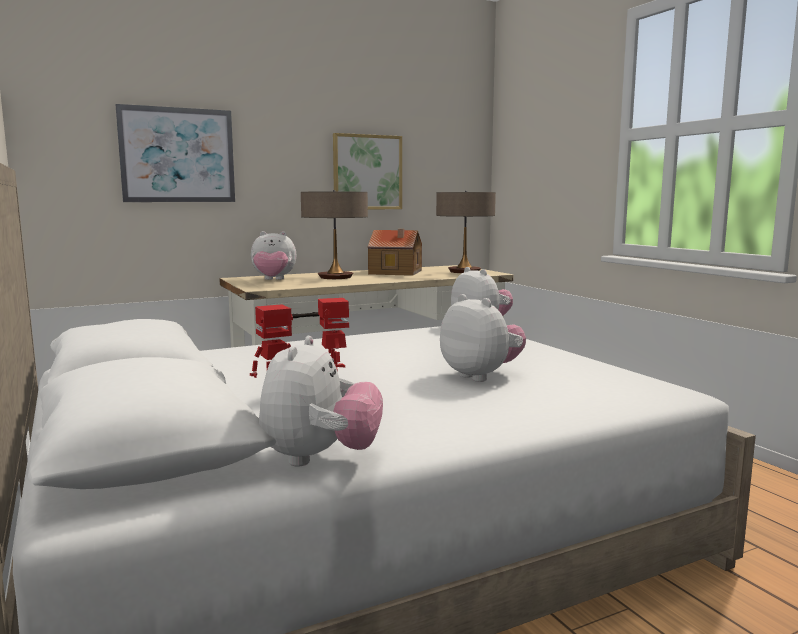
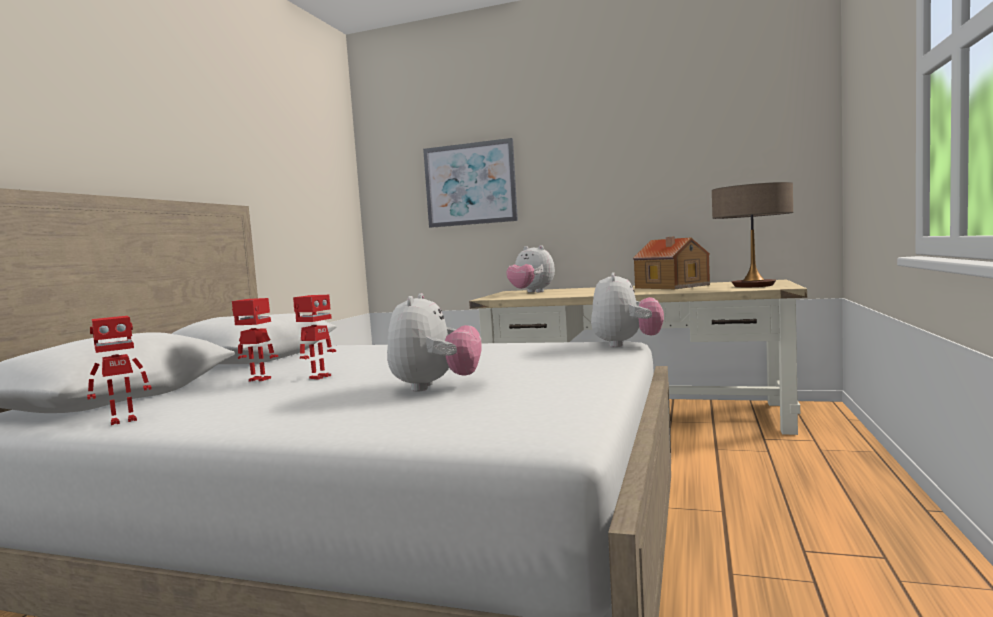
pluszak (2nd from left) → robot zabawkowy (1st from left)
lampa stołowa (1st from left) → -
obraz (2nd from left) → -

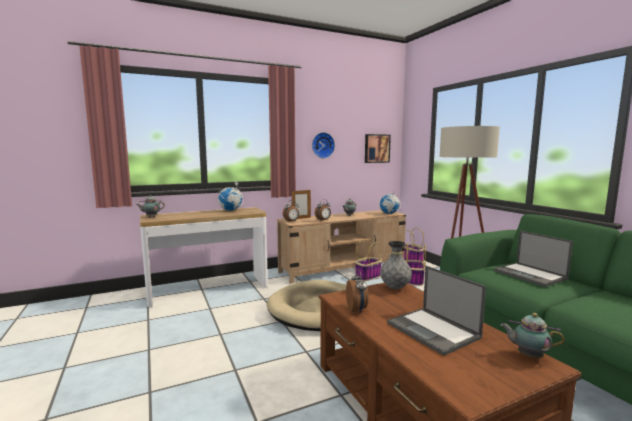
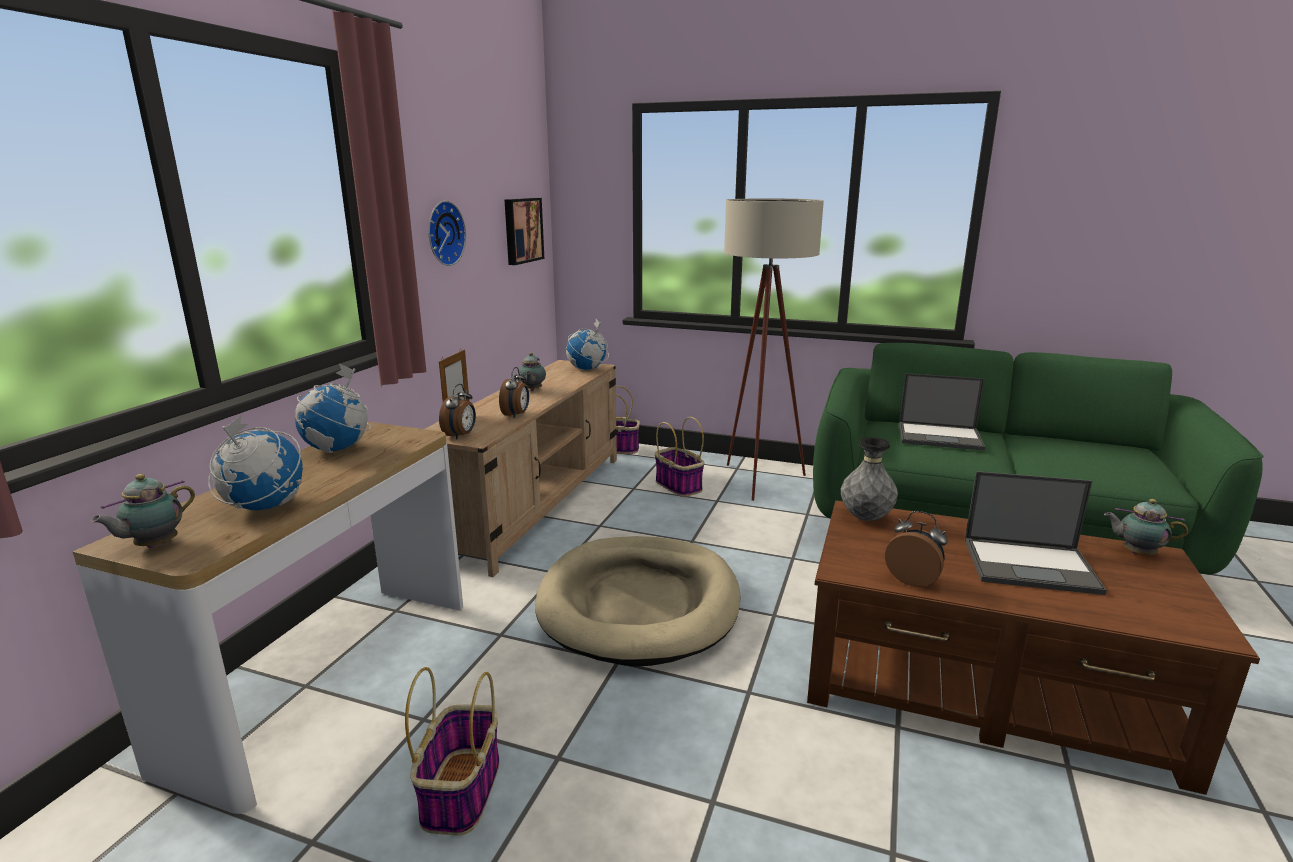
- → globus (1st from left)
koszyk (1st from left), moved
imbryk (3rd from left), 45 degrees clockwise

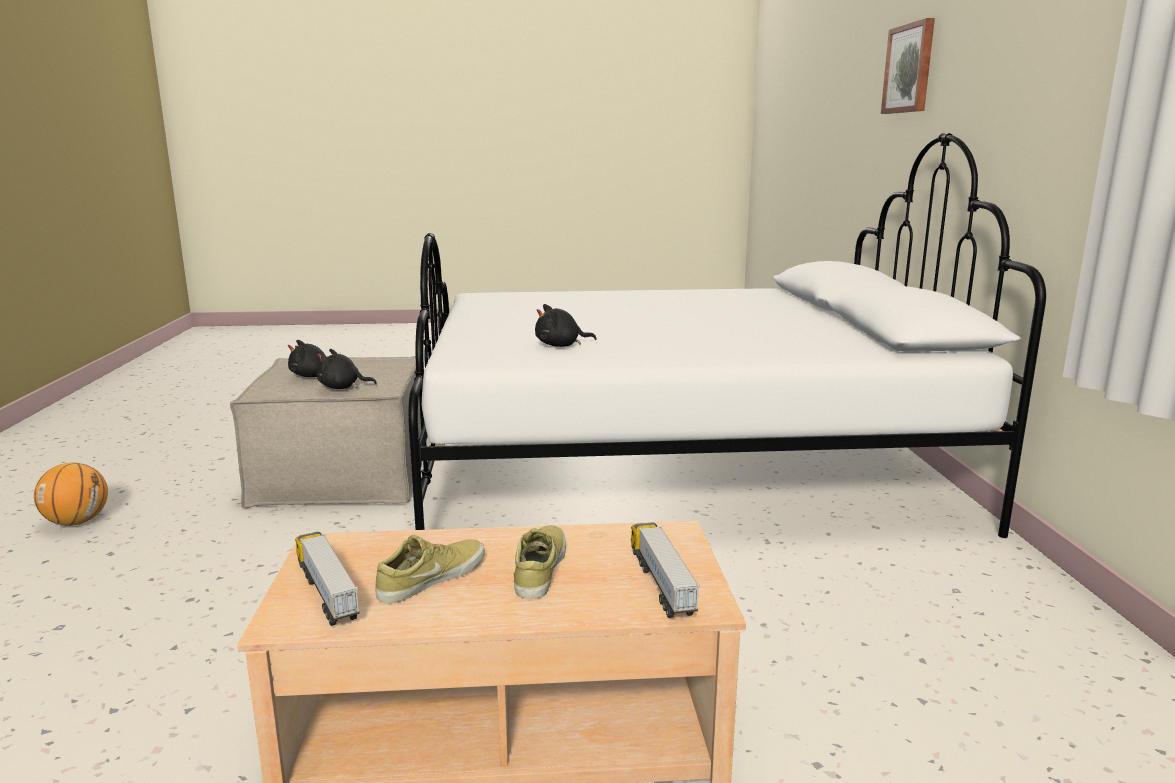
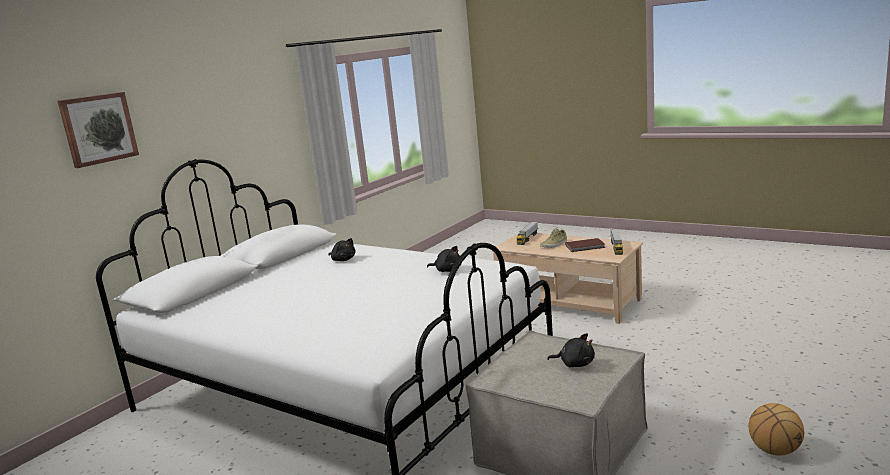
pluszak (czarny) (2nd from left in the first image) → pluszak (czarny) (1st from left), moved
but (beżowy) (1st from left) → książka (brązowy)

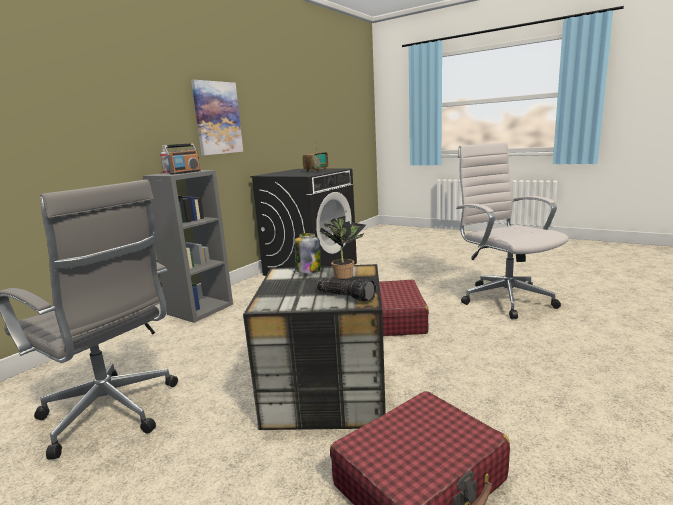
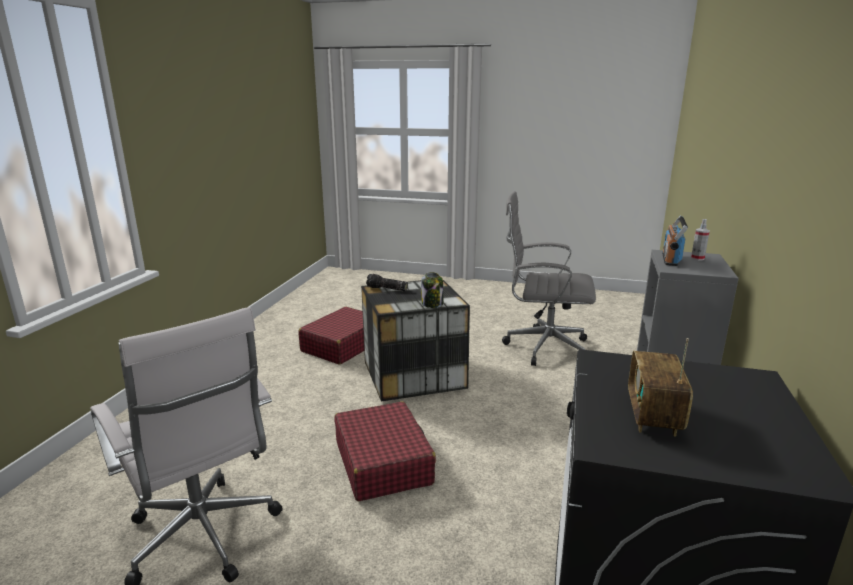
obraz → -
roślina doniczkowa → -

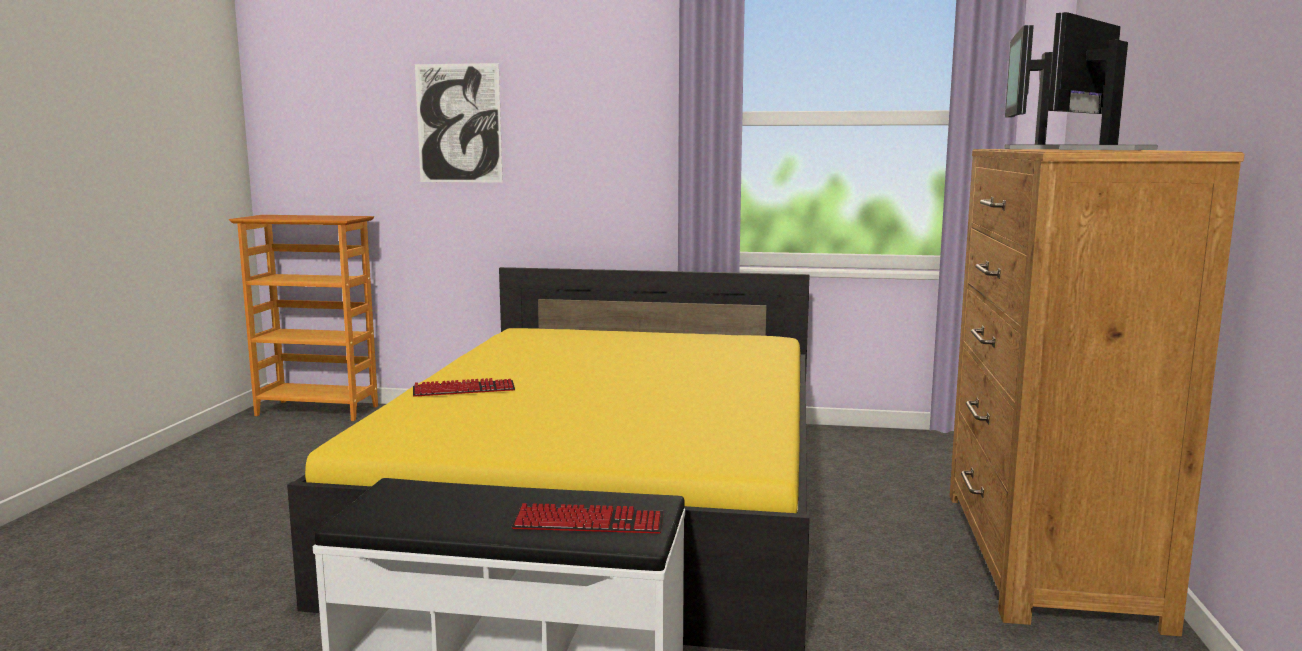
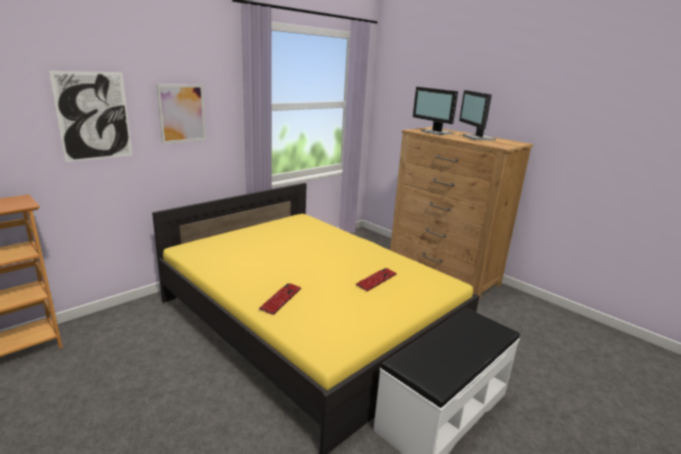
- → obraz (2nd from left)
klawiatura (2nd from left), moved

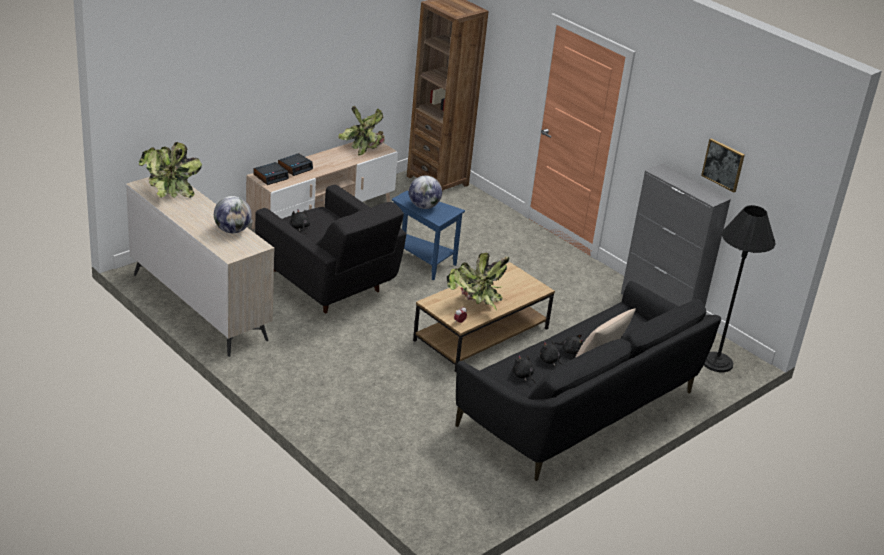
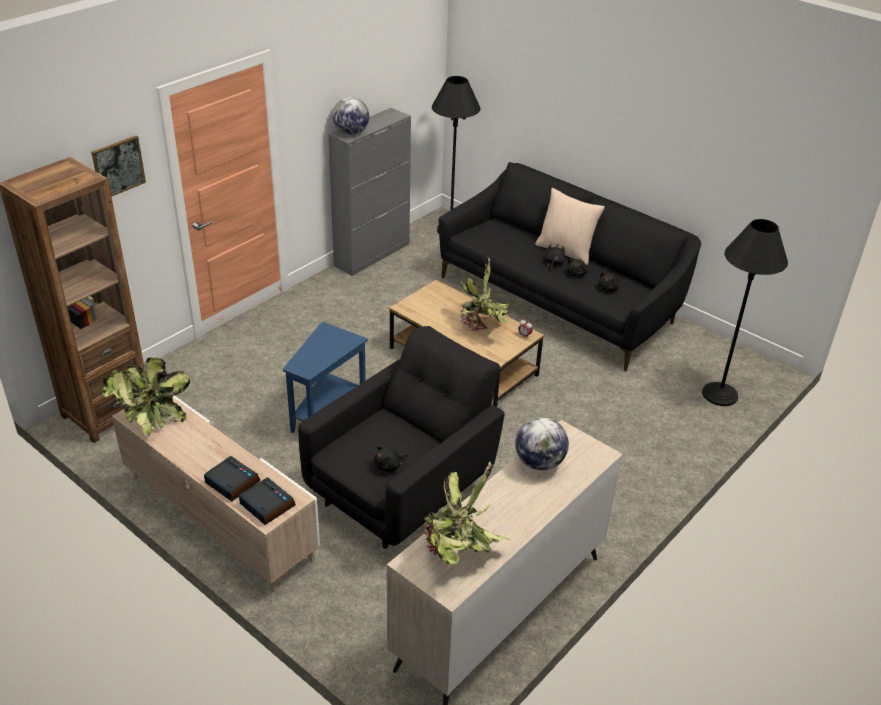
obraz, moved
globus (2nd from left in the first image) → globus (1st from left), moved
- → lampa stojąca (czarny) (2nd from left)

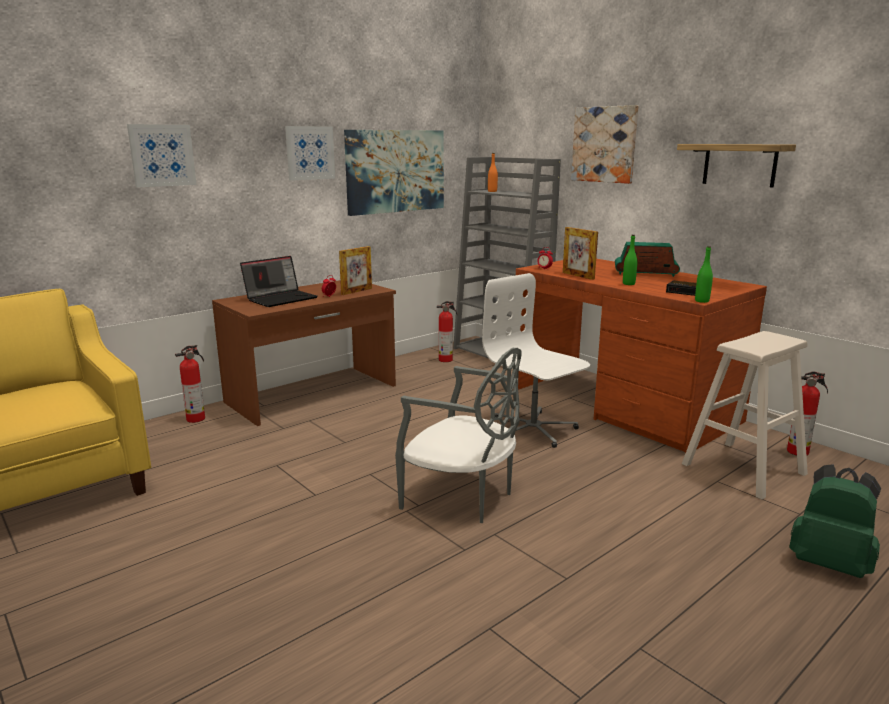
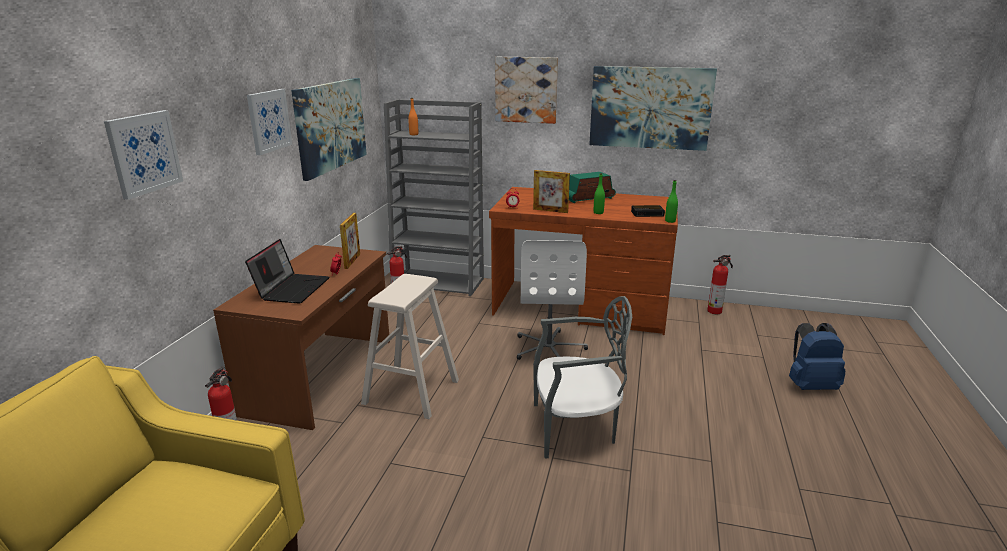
stołek (beżowy), moved
krzesło biurowe (biały), 105 degrees counterclockwise
półka → obraz (5th from left)
plecak (zielony) → plecak (niebieski)

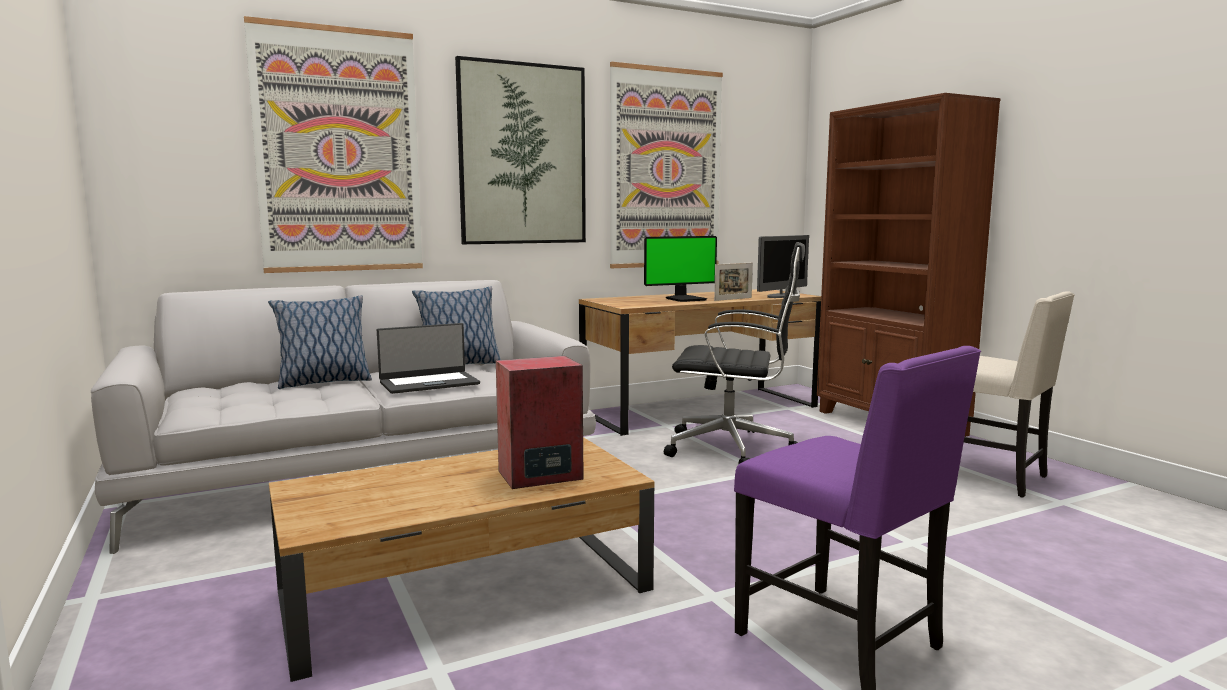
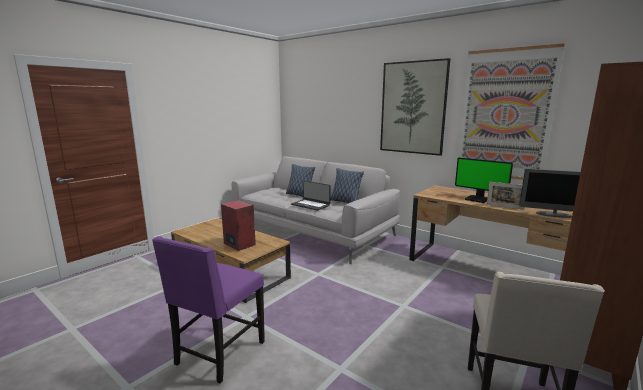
obraz (1st from left) → -
krzesło biurowe (czarny) → -

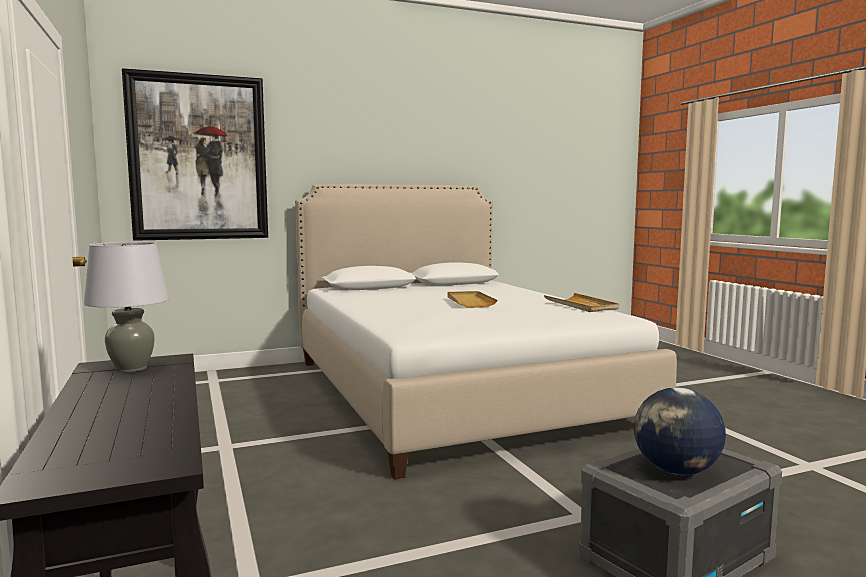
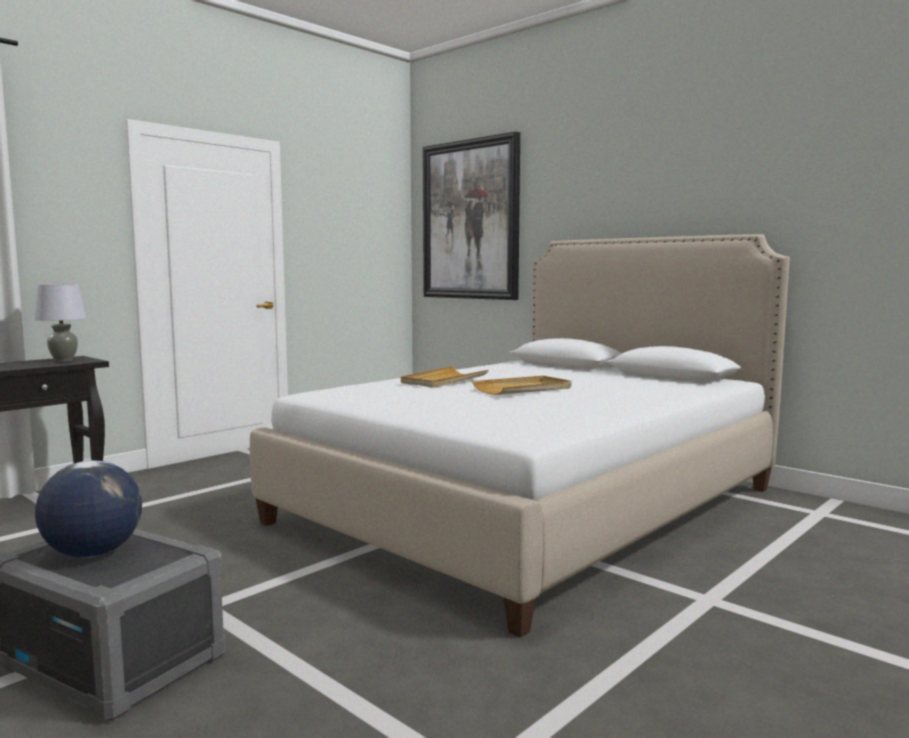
taca (beżowy) (2nd from left in the first image) → taca (beżowy) (1st from left), moved

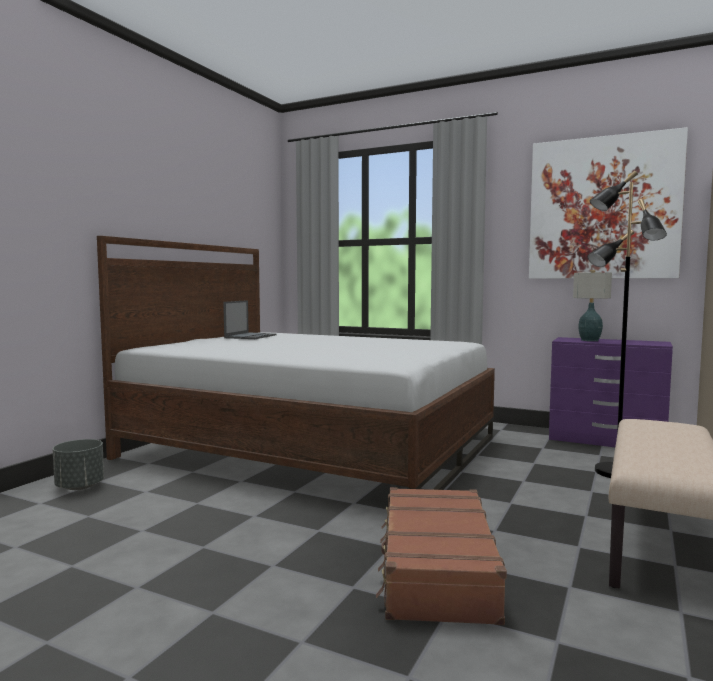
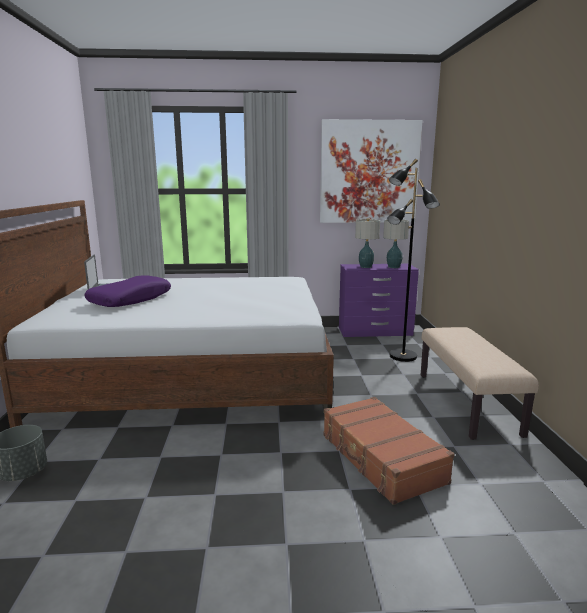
- → poduszka (fioletowy)
- → lampa stołowa (2nd from left)

